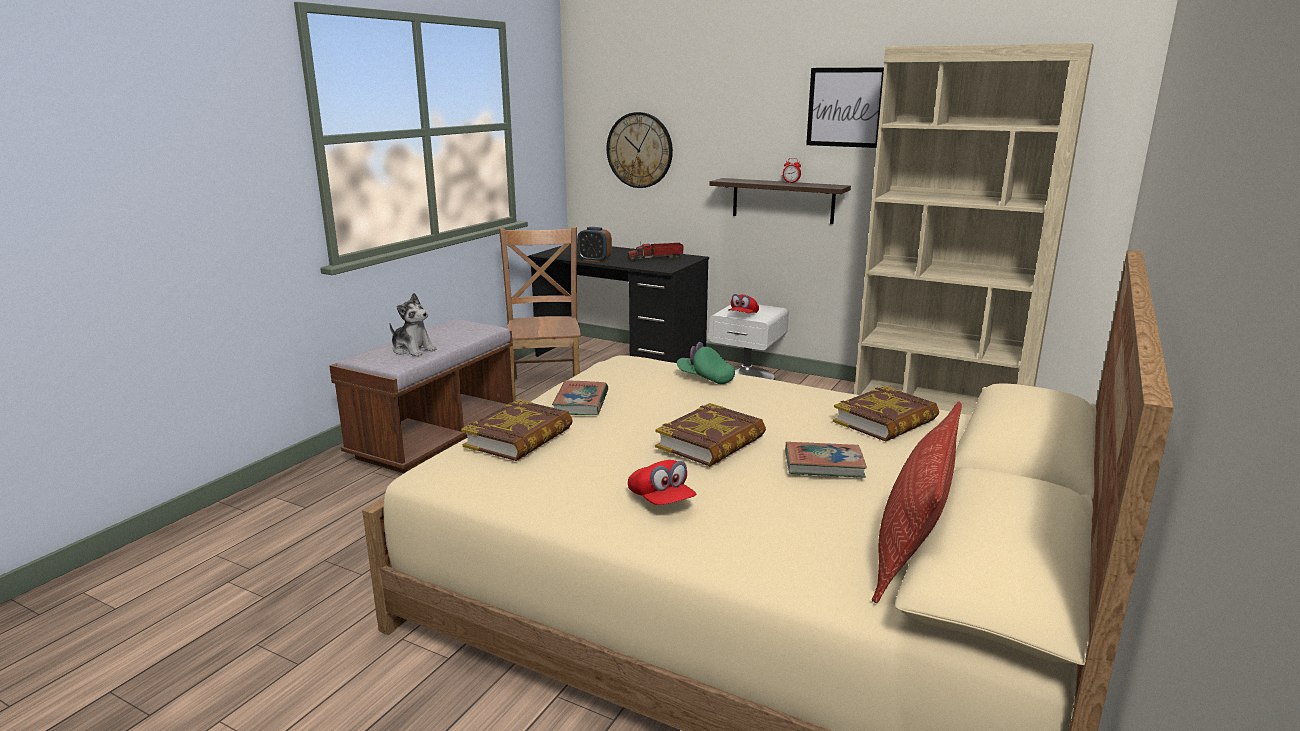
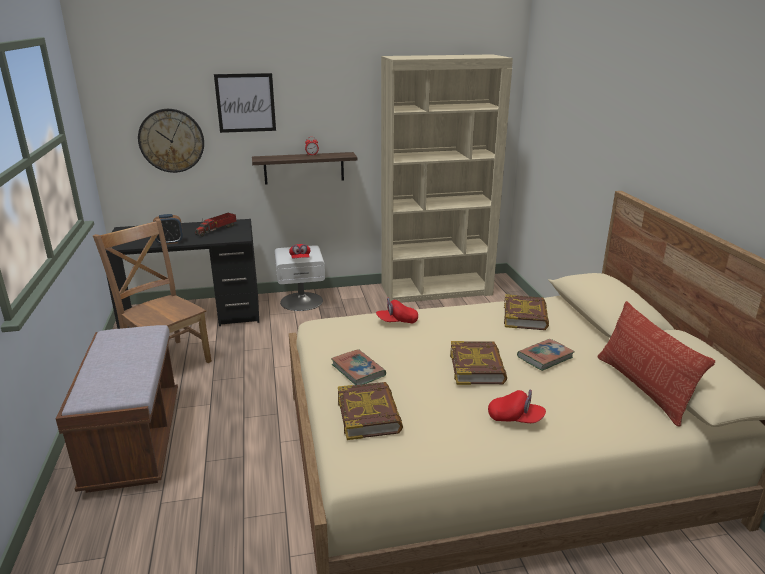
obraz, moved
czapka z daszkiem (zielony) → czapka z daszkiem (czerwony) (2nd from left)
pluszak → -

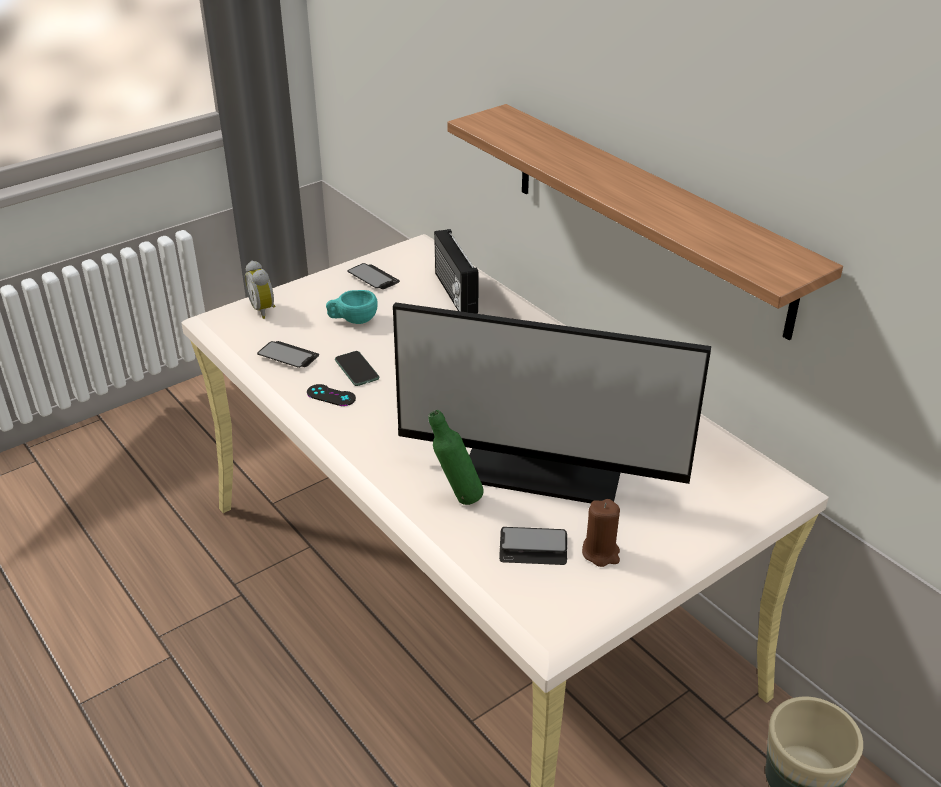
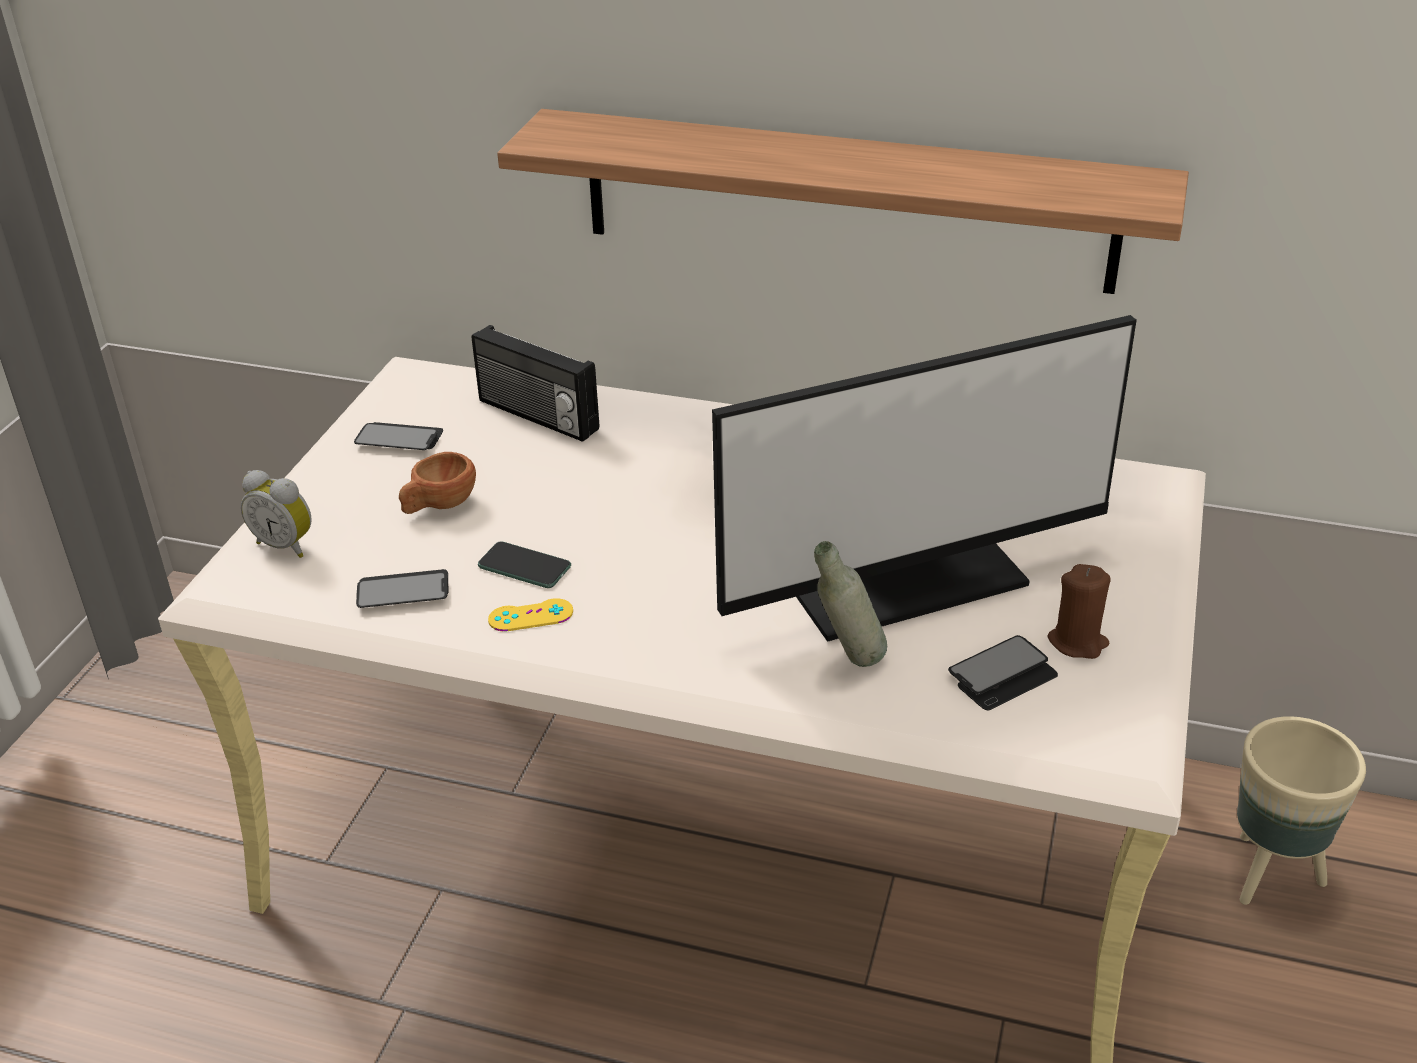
filiżanka (turkusowy) → filiżanka (brązowy)
pad do gier (czarny) → pad do gier (żółty)
butelka (zielony) → butelka (szary)

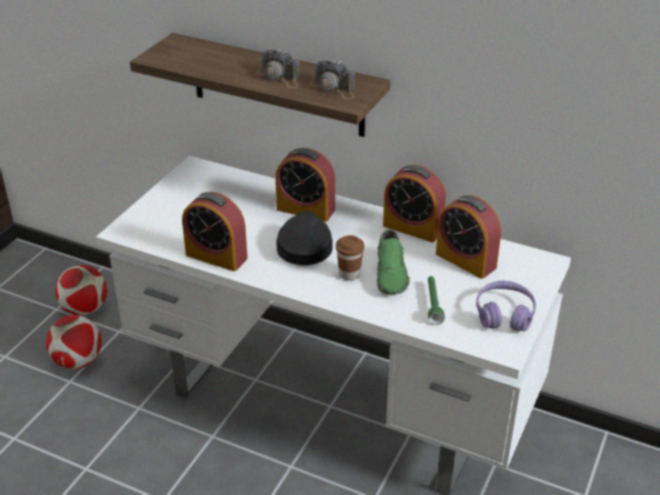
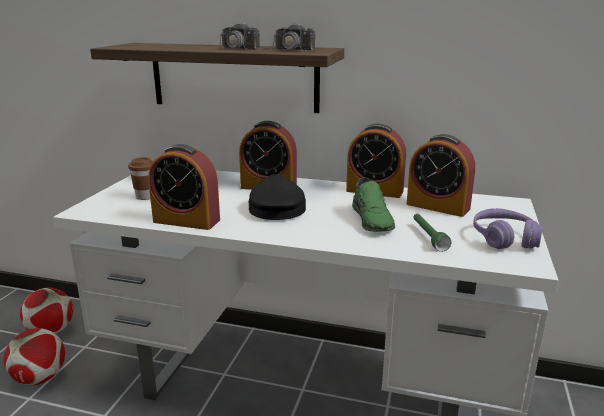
filiżanka (brązowy), moved

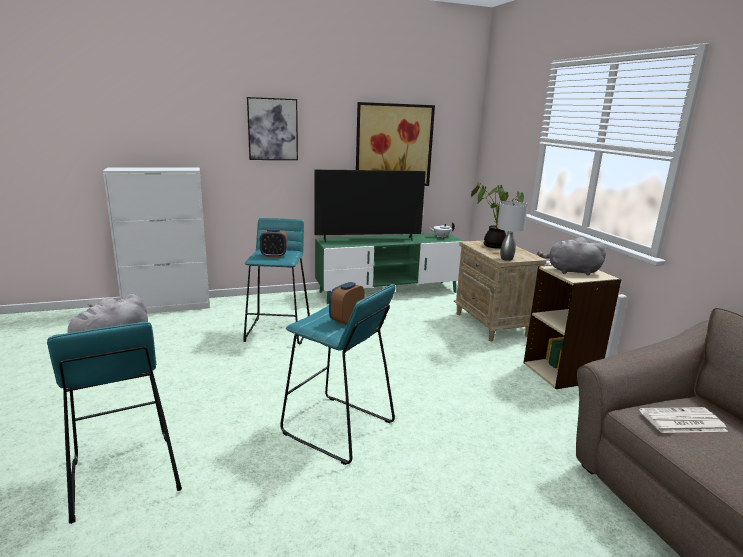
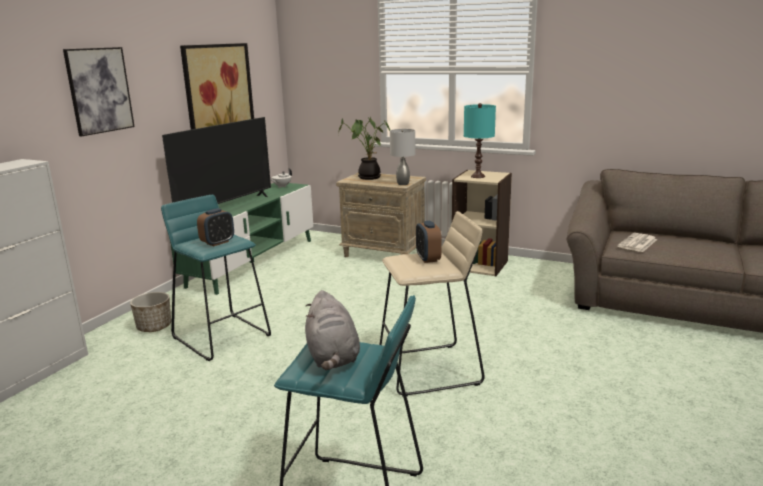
- → donica
stołek (turkusowy) (3rd from left) → stołek (beżowy)
pluszak (szary) (2nd from left) → lampa stołowa (turkusowy)

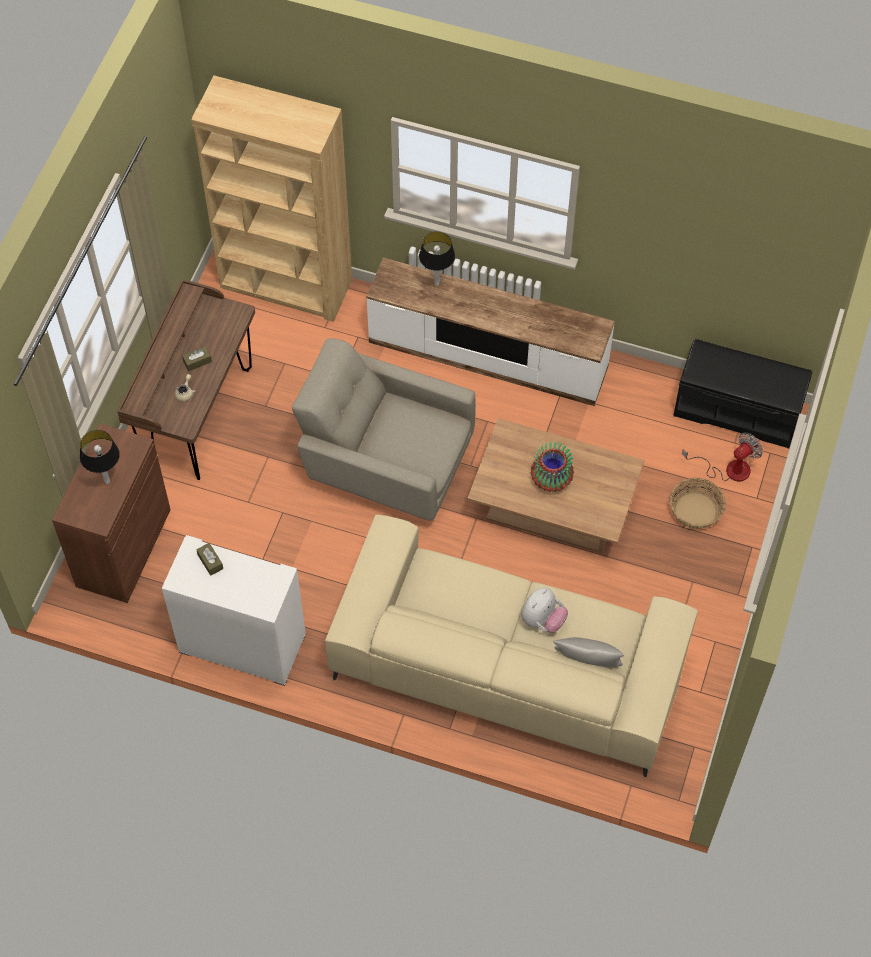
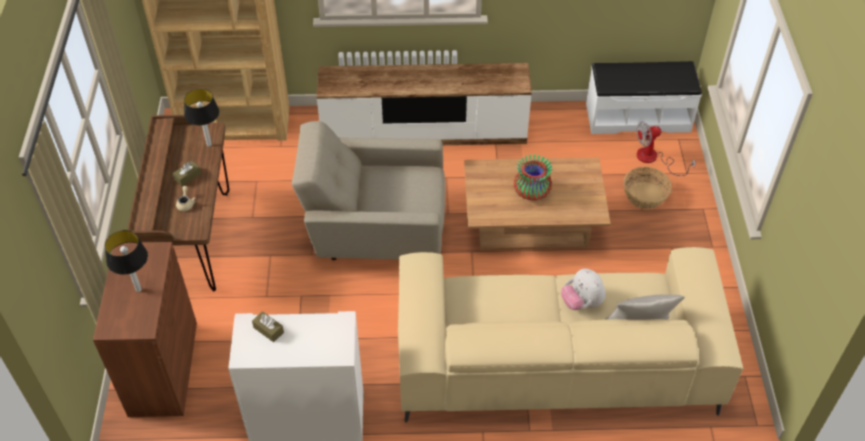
lampa stołowa (2nd from left), moved
pluszak, 135 degrees clockwise
ławka (czarny) → ławka (biały)
wentylator, 135 degrees counterclockwise

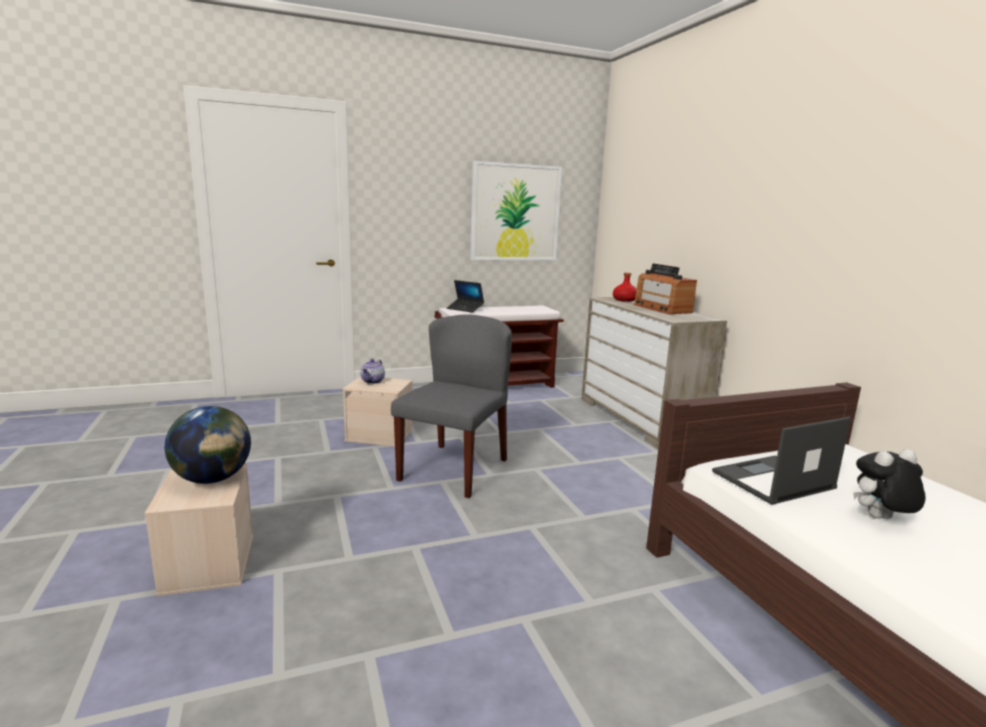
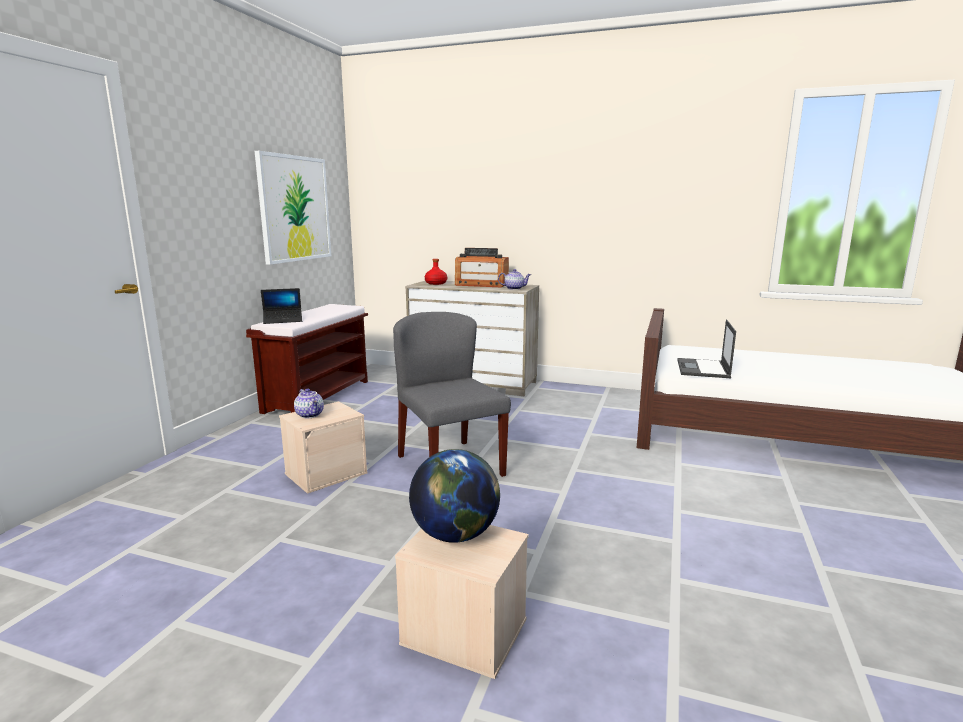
- → imbryk (2nd from left)
pluszak → -

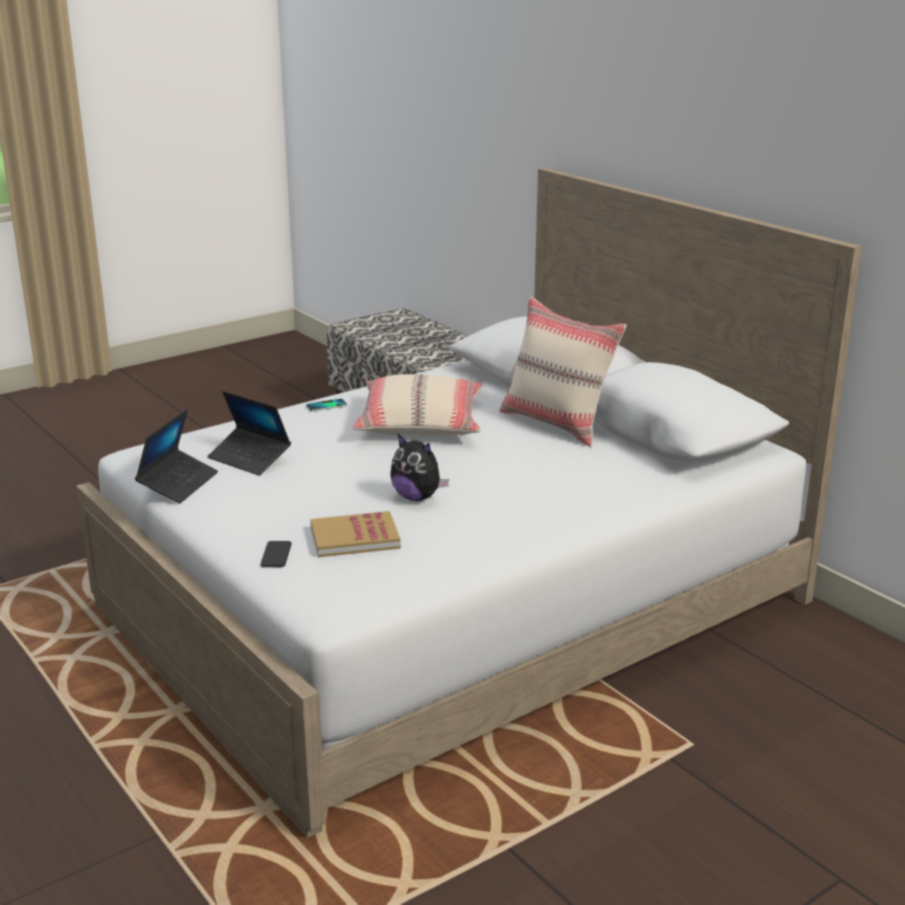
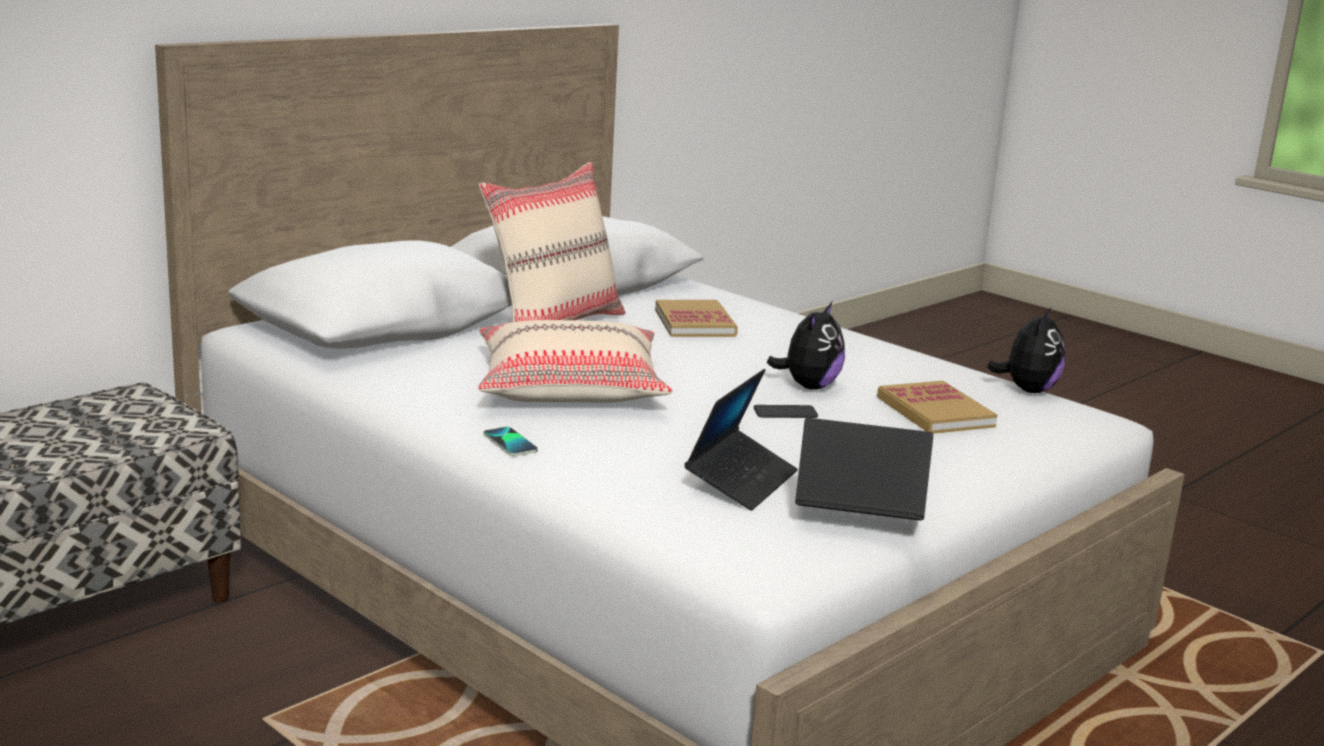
- → książka (1st from left)
telefon (1st from left in the first image) → telefon (2nd from left), moved
- → pluszak (2nd from left)

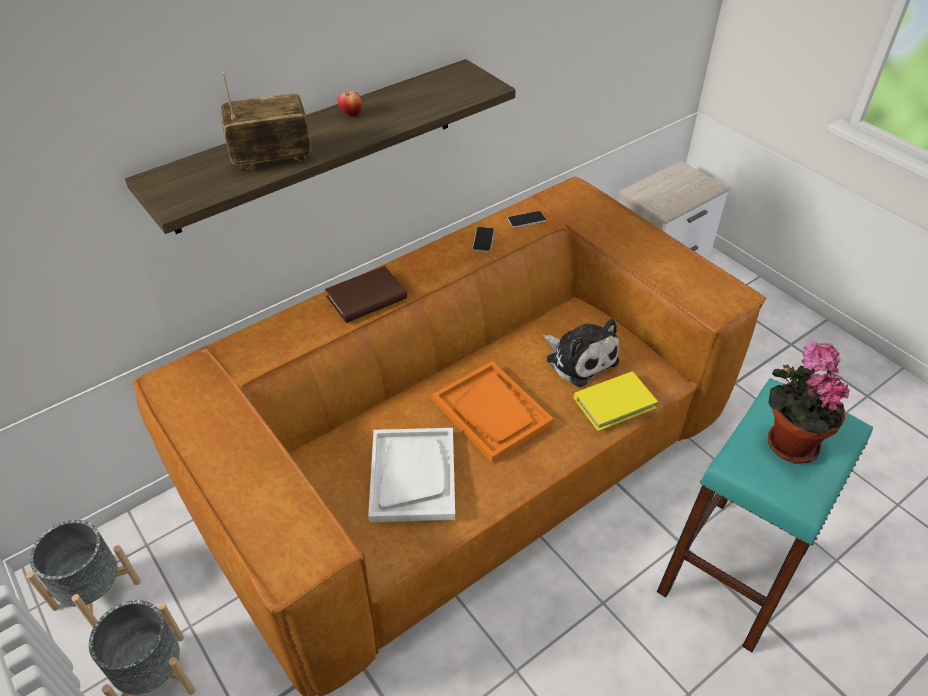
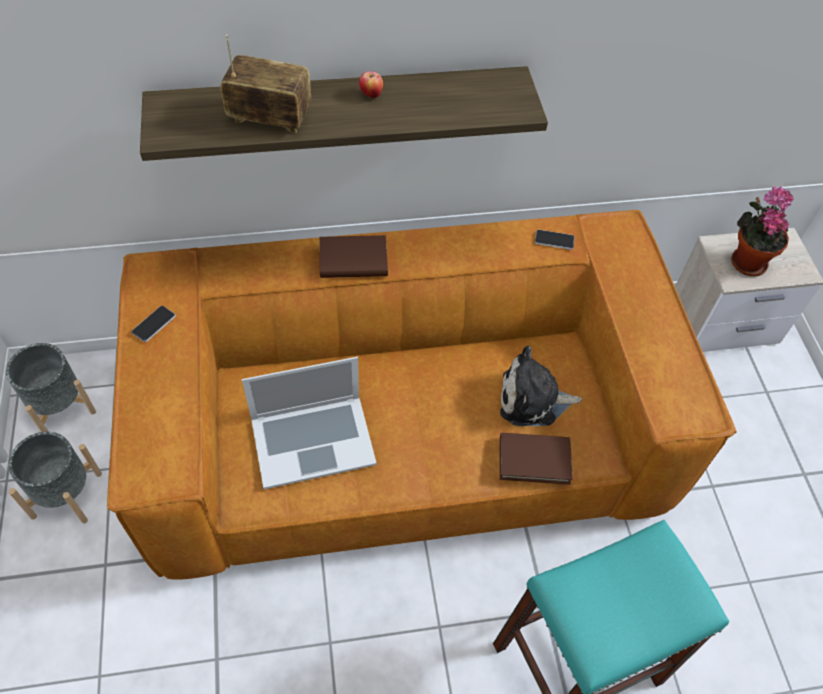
telefon (1st from left), moved
taca (biały) → laptop
pluszak, 105 degrees clockwise
książka (żółty) → książka (brązowy) (2nd from left)
roślina doniczkowa, moved
taca (pomarańczowy) → -

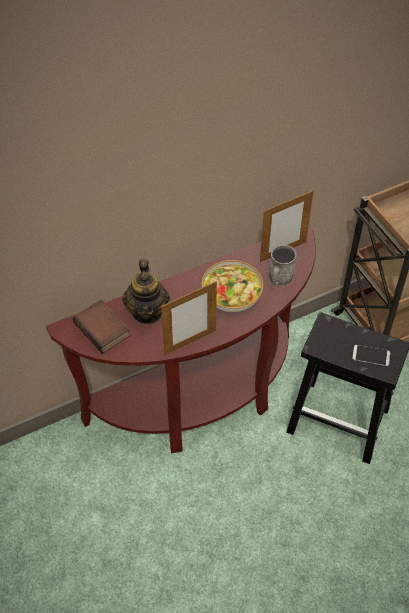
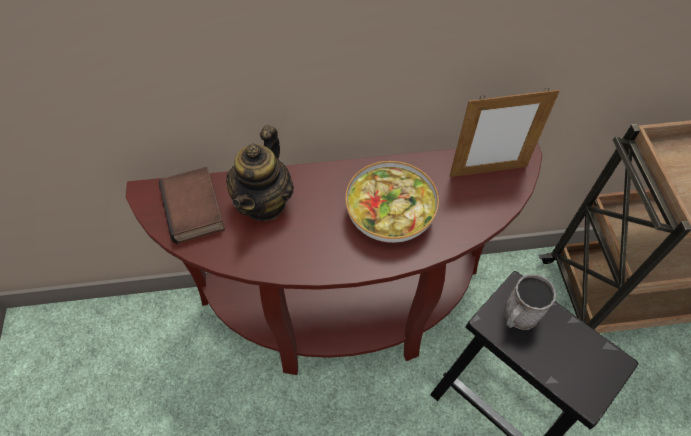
kubek (szary), moved
ramka na zdjęcie (1st from left) → -
telefon → -

